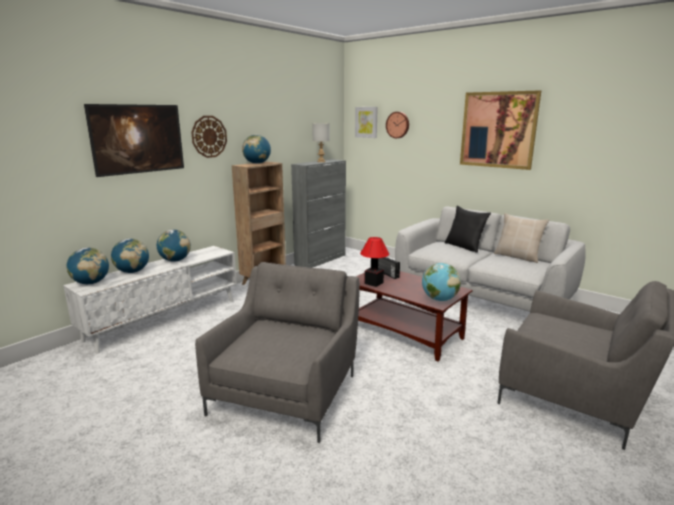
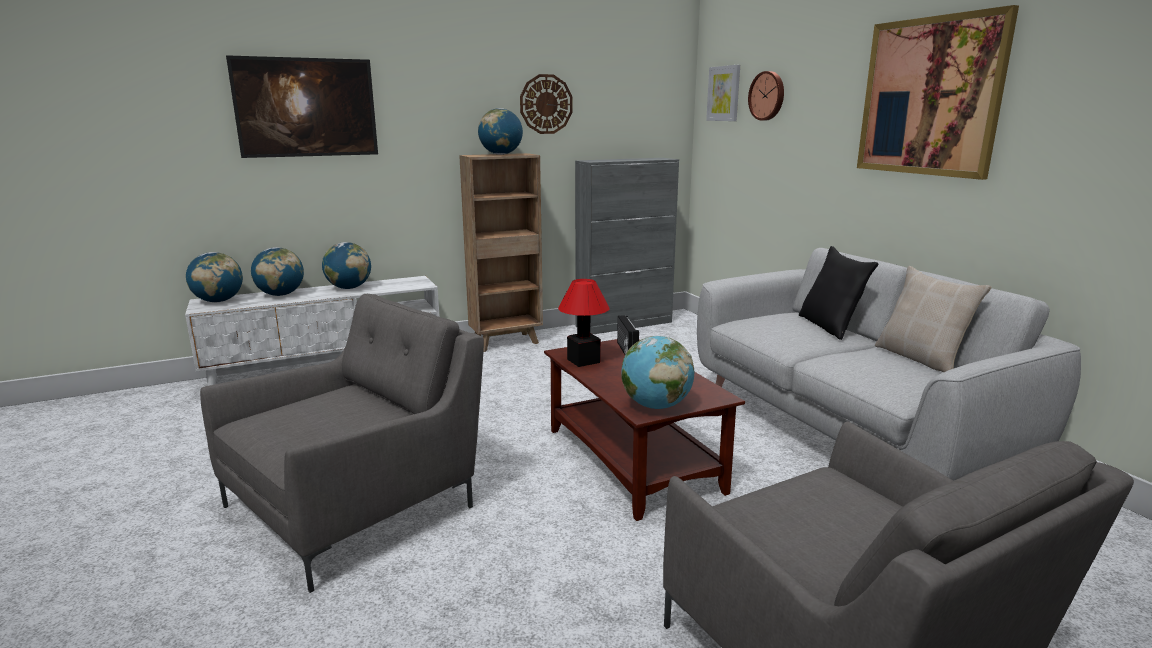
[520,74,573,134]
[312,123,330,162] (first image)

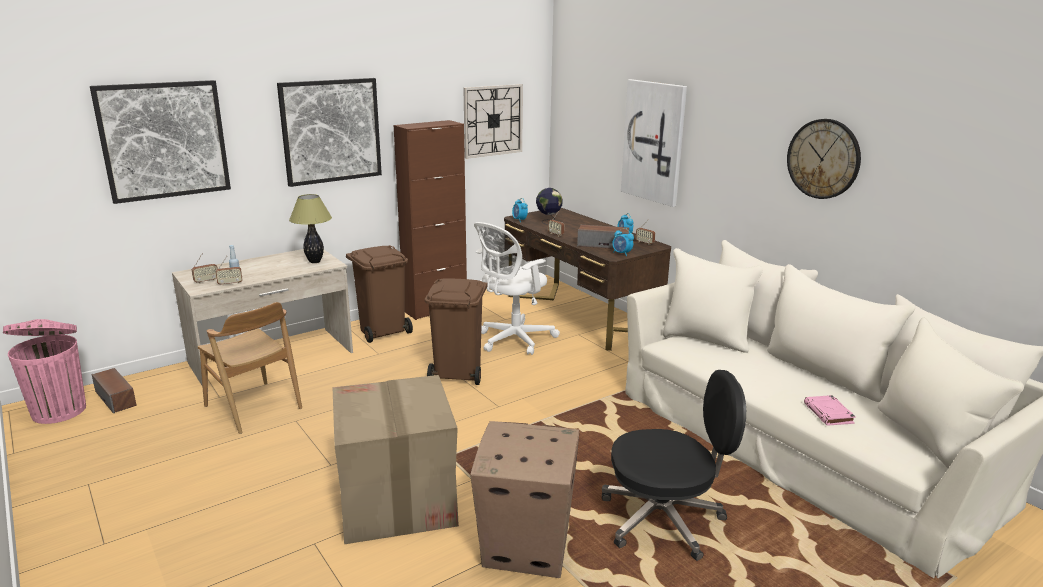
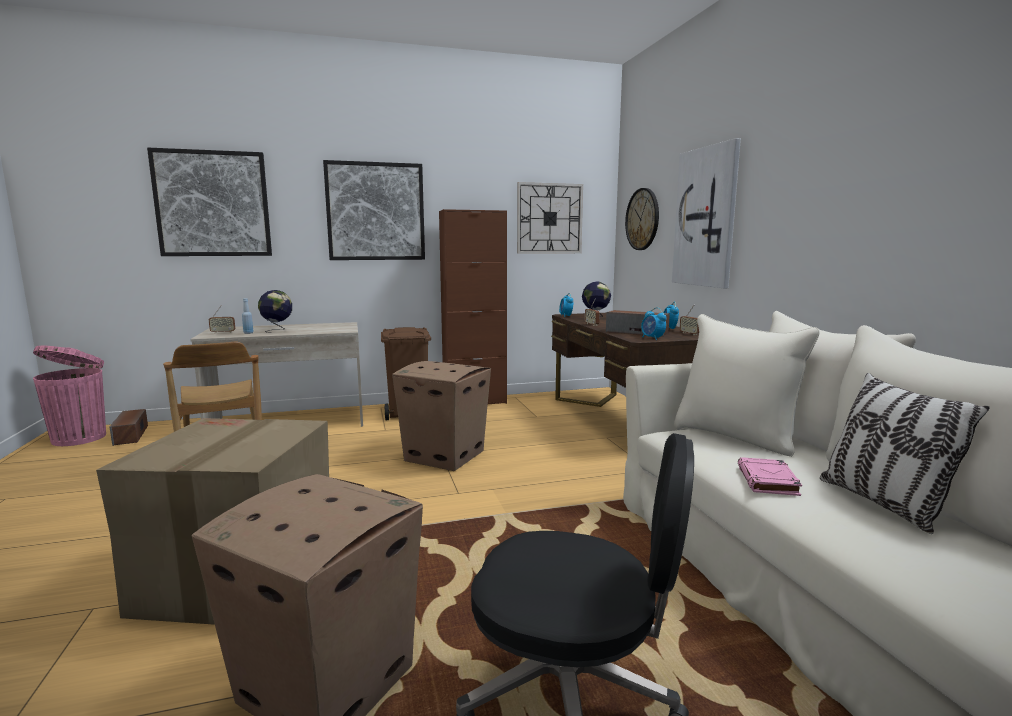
[258,290,292,333]
[392,361,491,471]
[625,188,659,250]
[738,457,802,496]
[820,373,990,534]
[216,256,242,286] (first image)
[289,194,332,263] (first image)
[474,222,560,355] (first image)

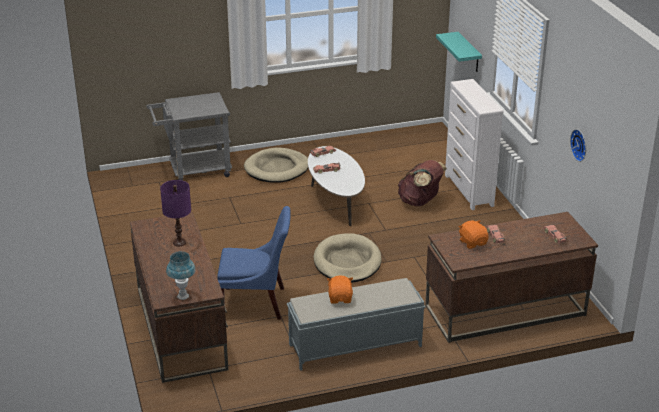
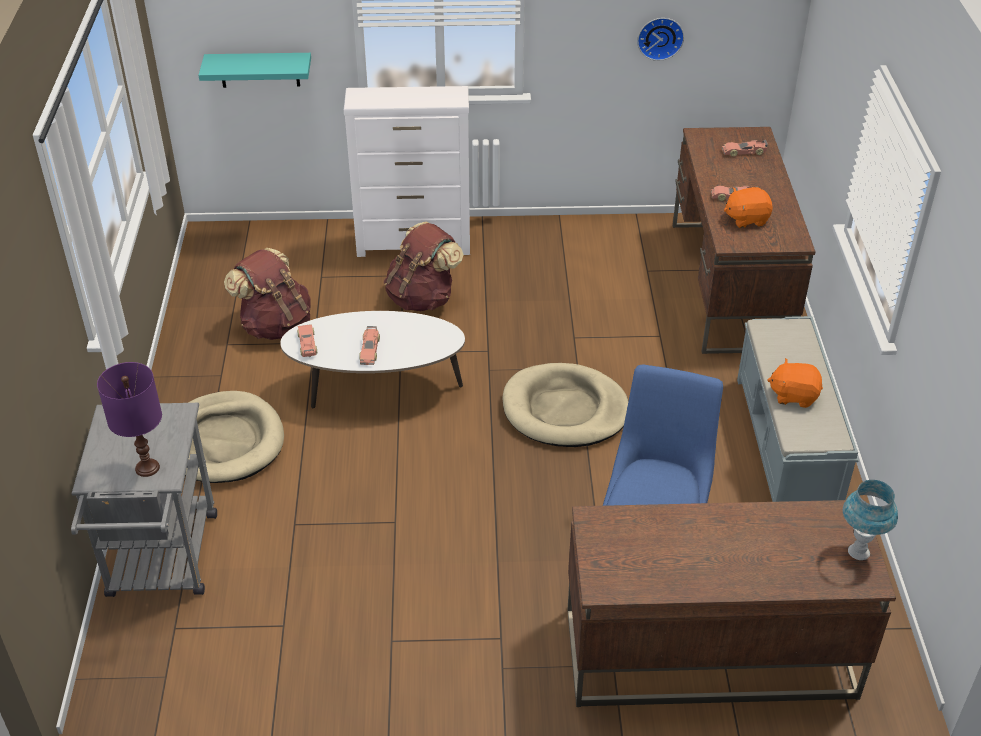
[97,362,162,477]
[224,248,311,340]

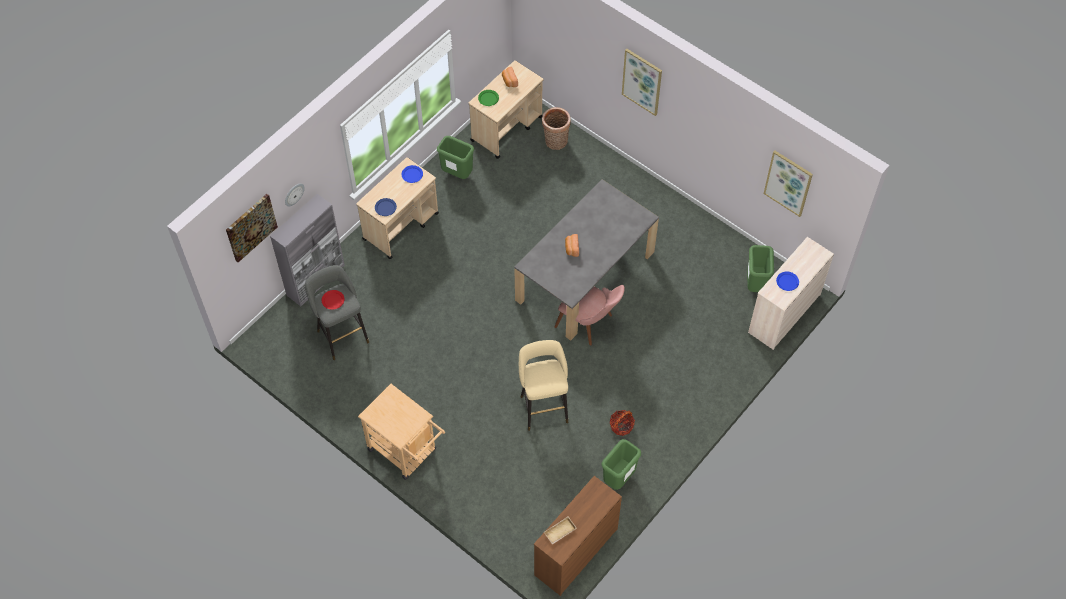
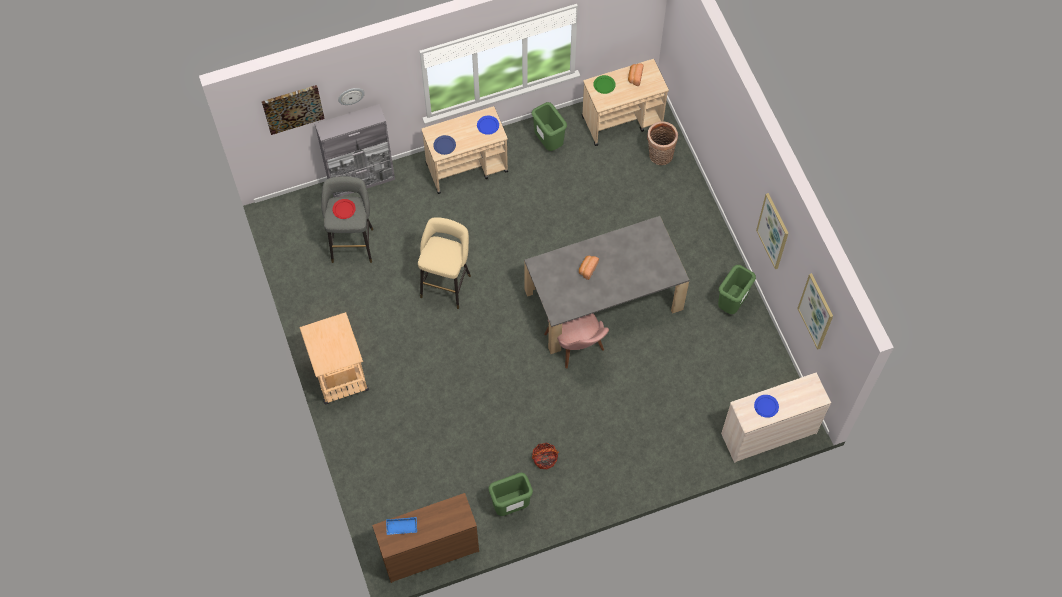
[386,517,417,535]
[418,217,471,309]
[718,265,756,314]
[756,193,788,269]

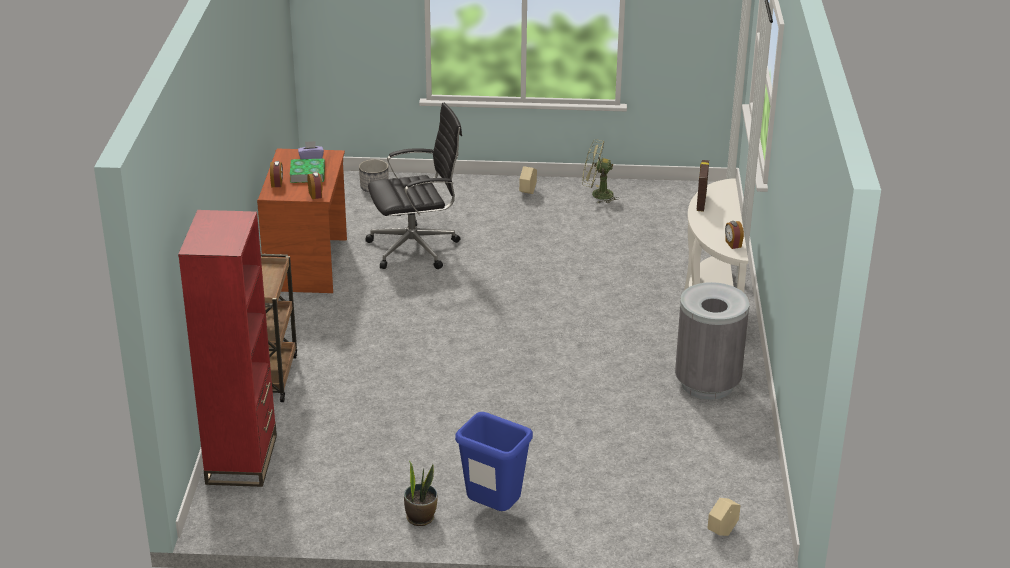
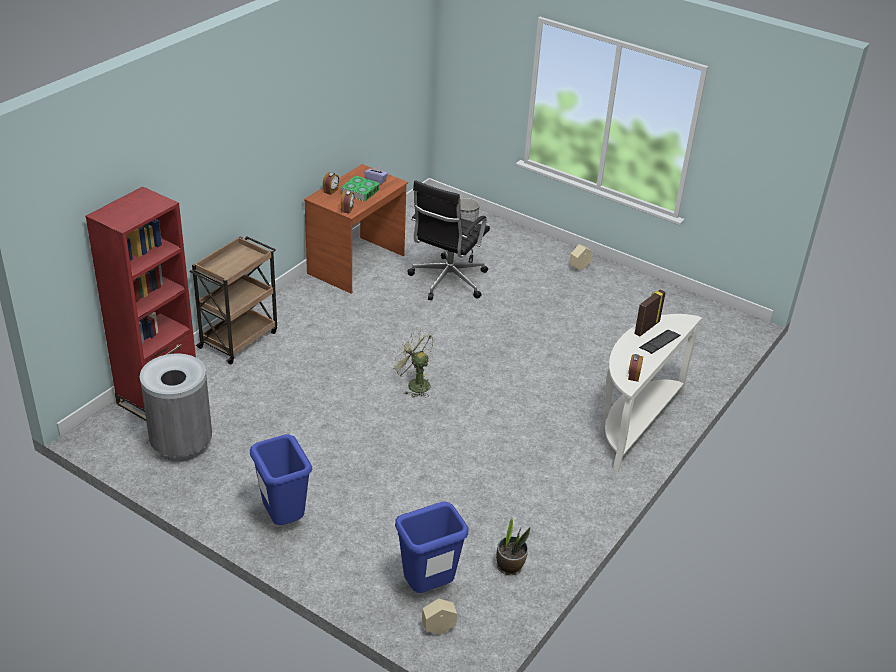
[140,353,212,462]
[391,330,434,398]
[395,501,468,593]
[407,180,490,300]
[496,516,531,575]
[639,330,680,354]

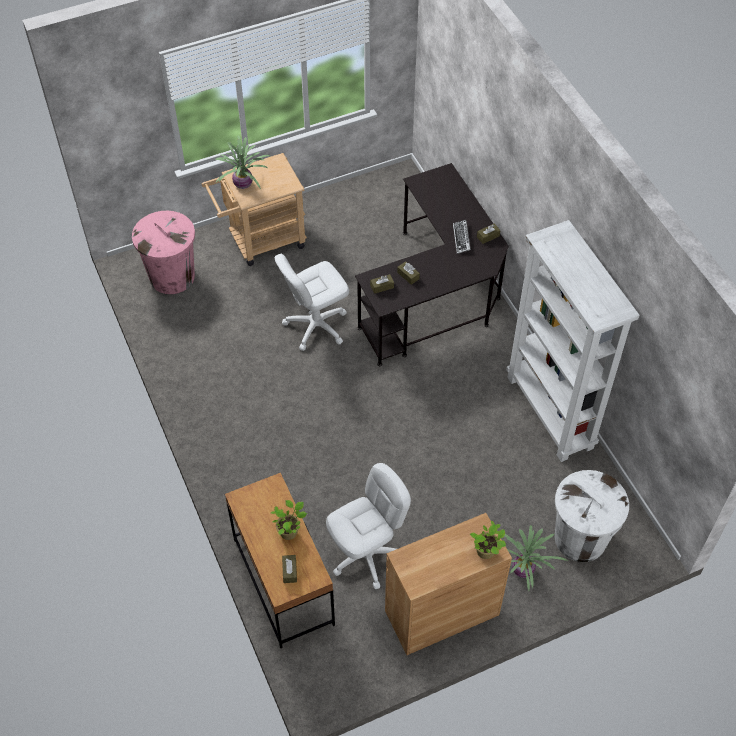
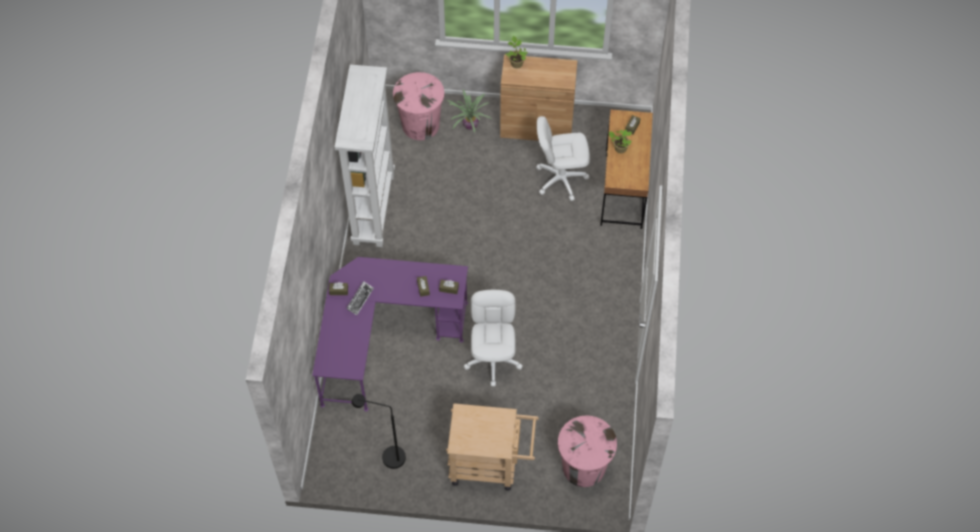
[312,257,468,412]
[352,394,406,469]
[393,72,444,140]
[464,290,523,386]
[216,135,270,189] (first image)

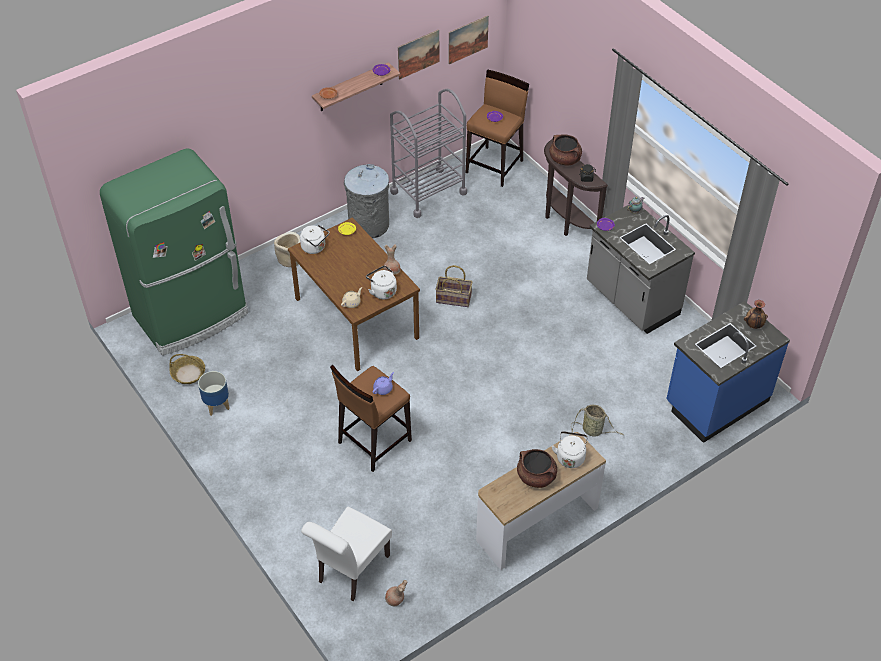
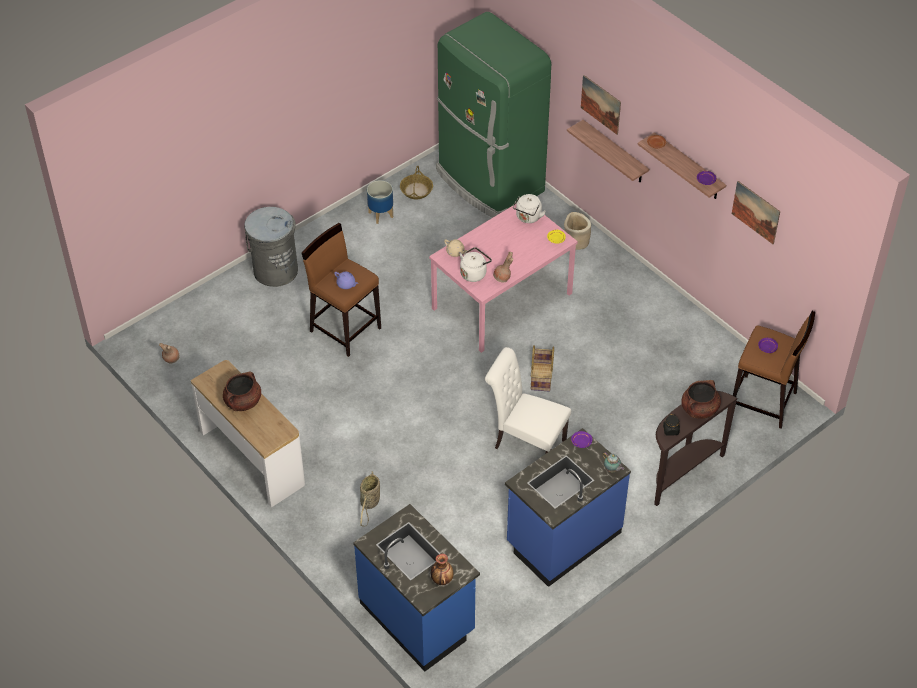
[244,207,298,287]
[429,203,578,353]
[485,347,571,453]
[505,428,631,587]
[567,120,649,183]
[581,75,621,135]
[390,89,467,218] (first image)
[551,431,588,468] (first image)

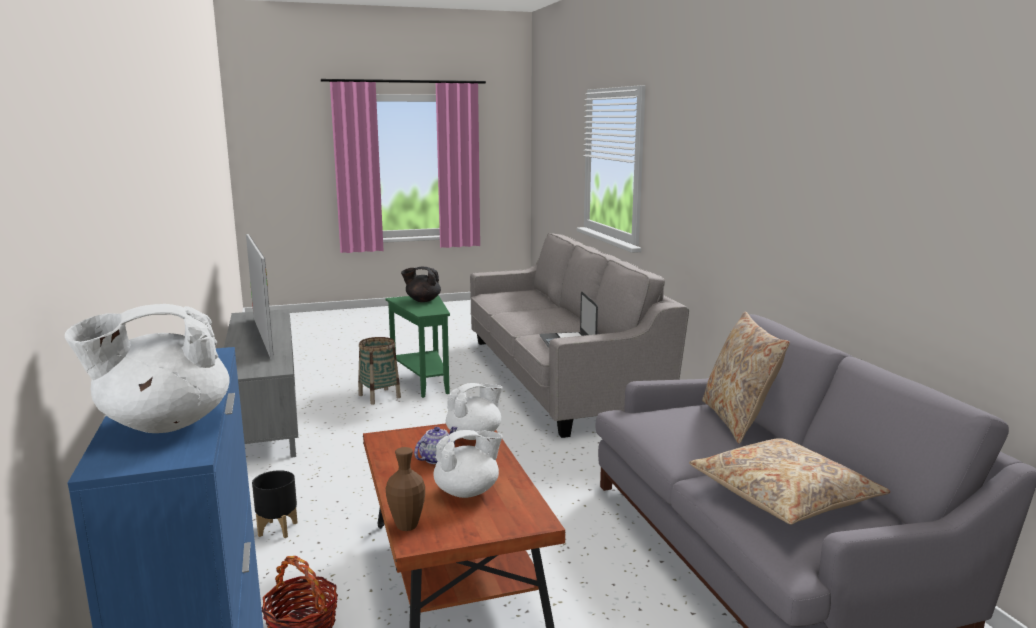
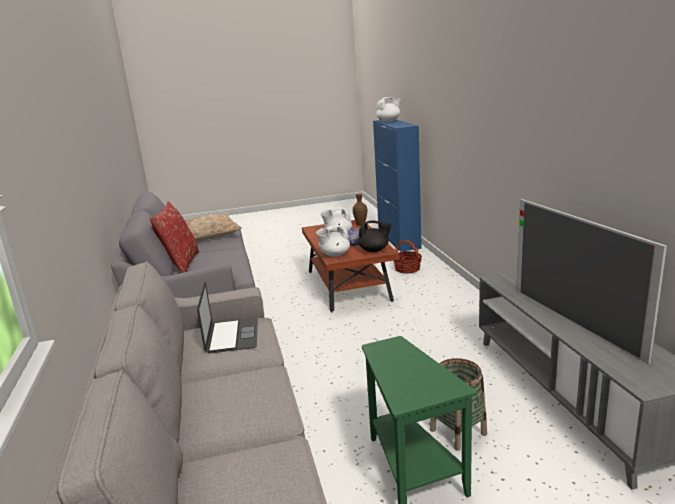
[150,201,199,273]
[358,220,391,252]
[252,470,298,538] (first image)

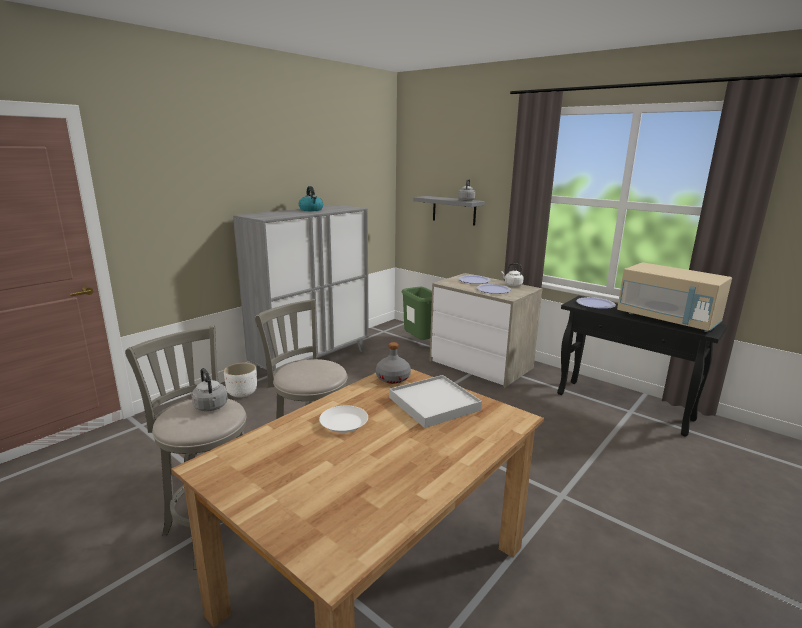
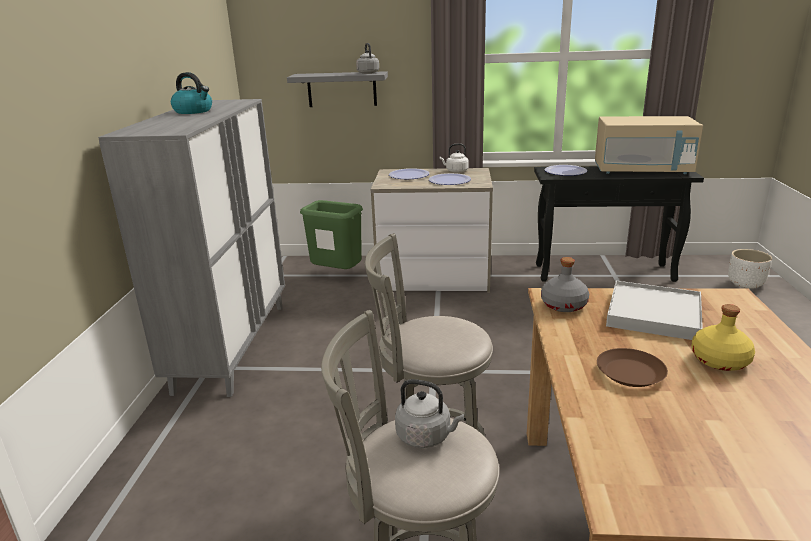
[597,348,668,387]
[691,304,755,371]
[728,249,772,289]

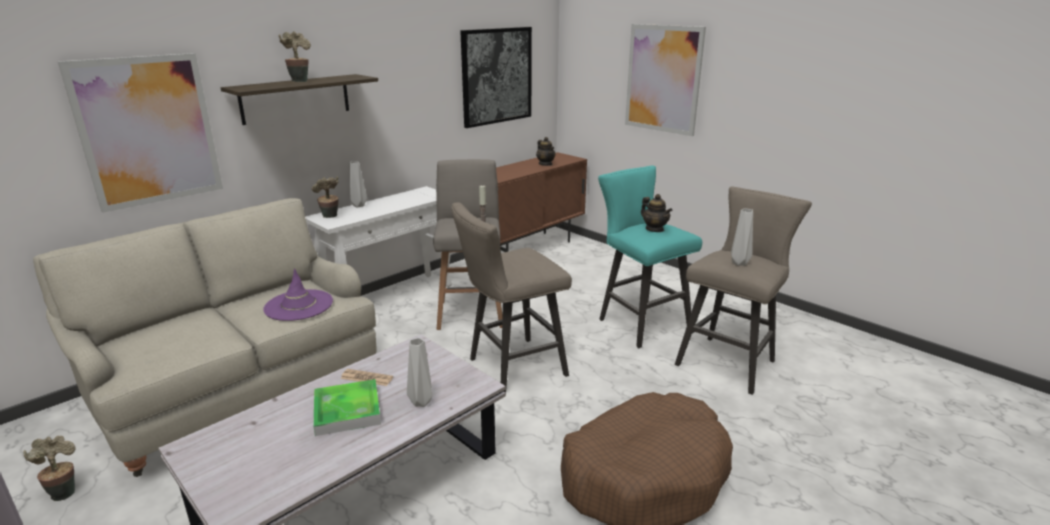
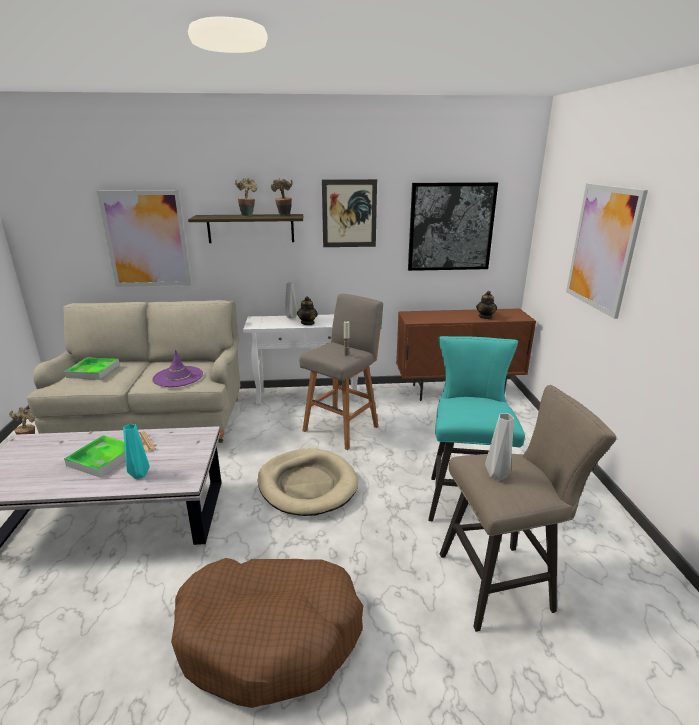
[65,357,120,380]
[123,424,150,479]
[257,448,358,516]
[271,178,293,215]
[297,296,318,325]
[322,179,377,247]

